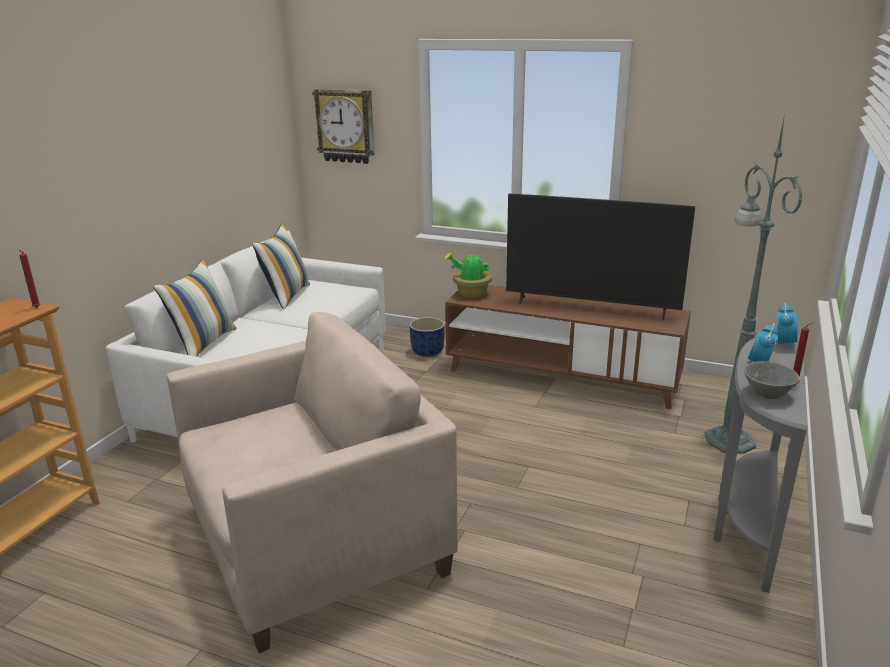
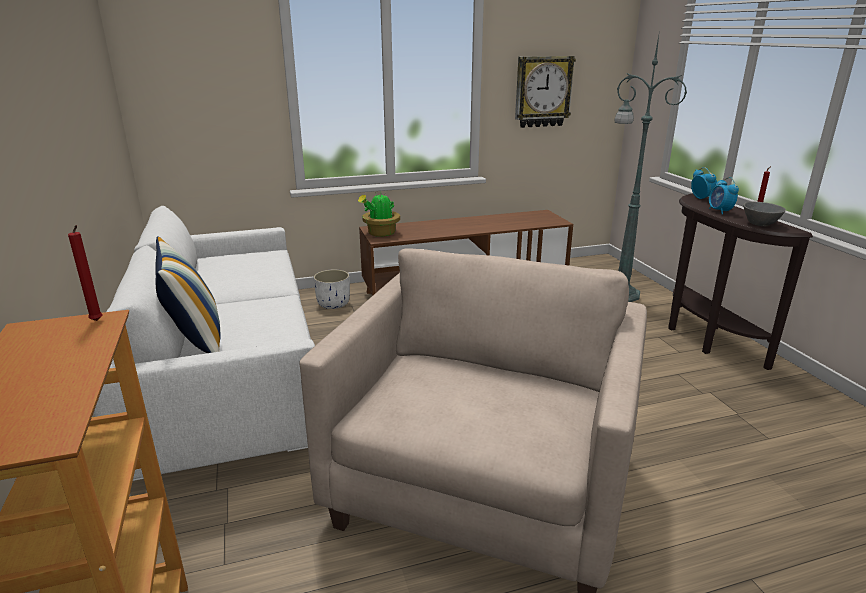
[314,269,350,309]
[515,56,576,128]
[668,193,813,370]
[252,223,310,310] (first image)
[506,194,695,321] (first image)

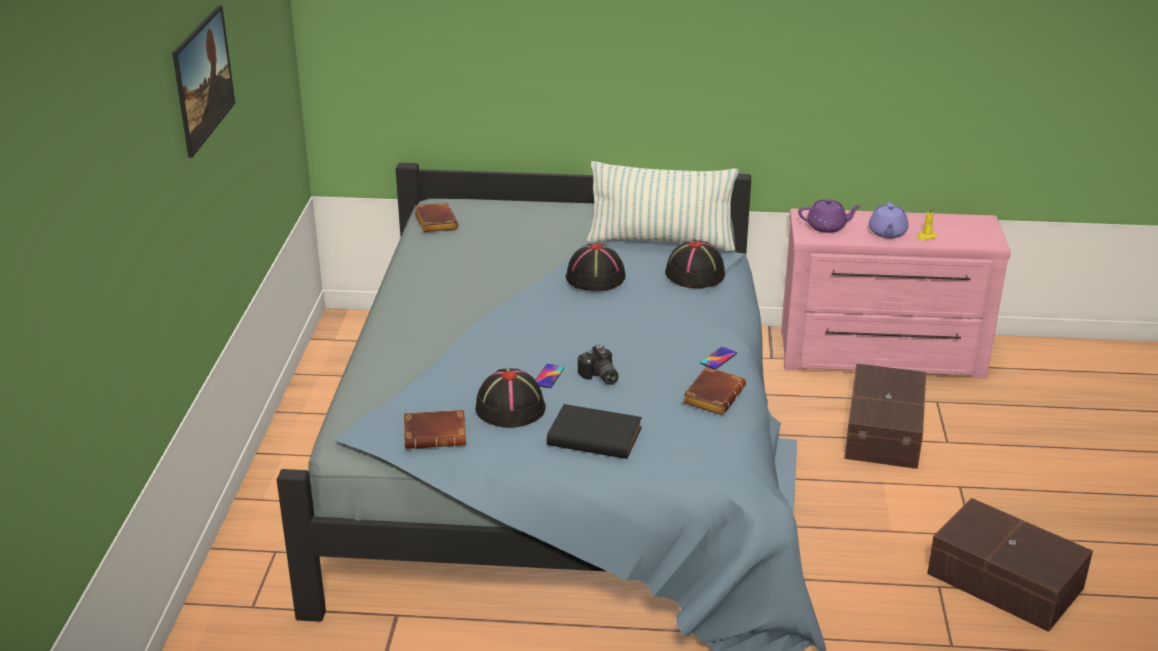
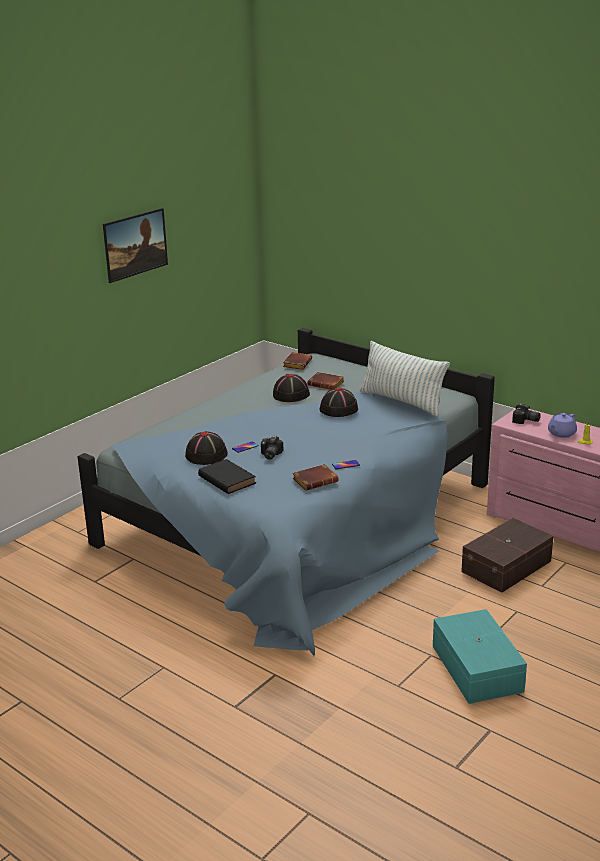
[273,374,310,402]
[307,372,344,390]
[433,609,527,704]
[512,404,541,424]

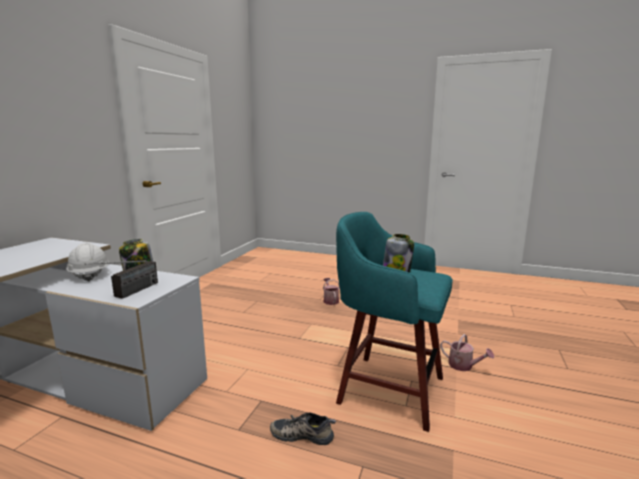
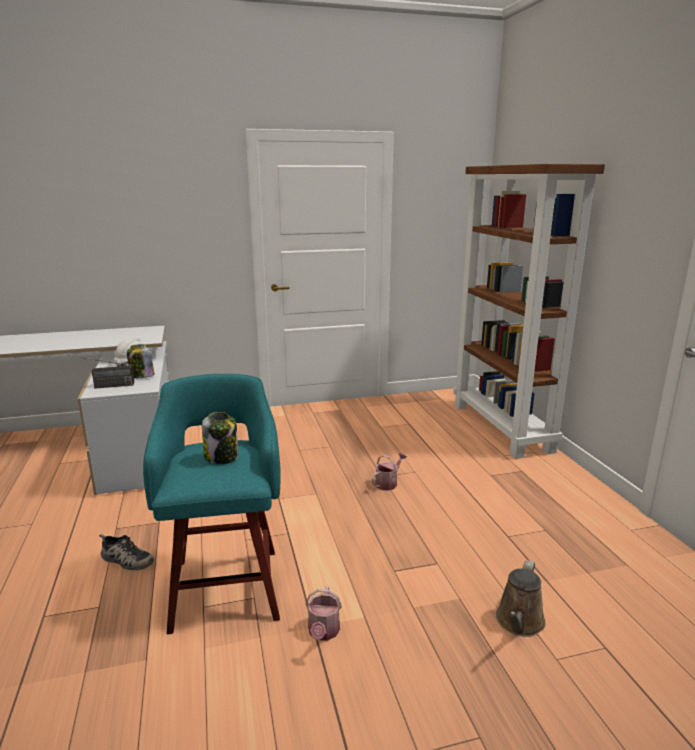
[99,534,154,570]
[453,164,605,459]
[496,560,546,637]

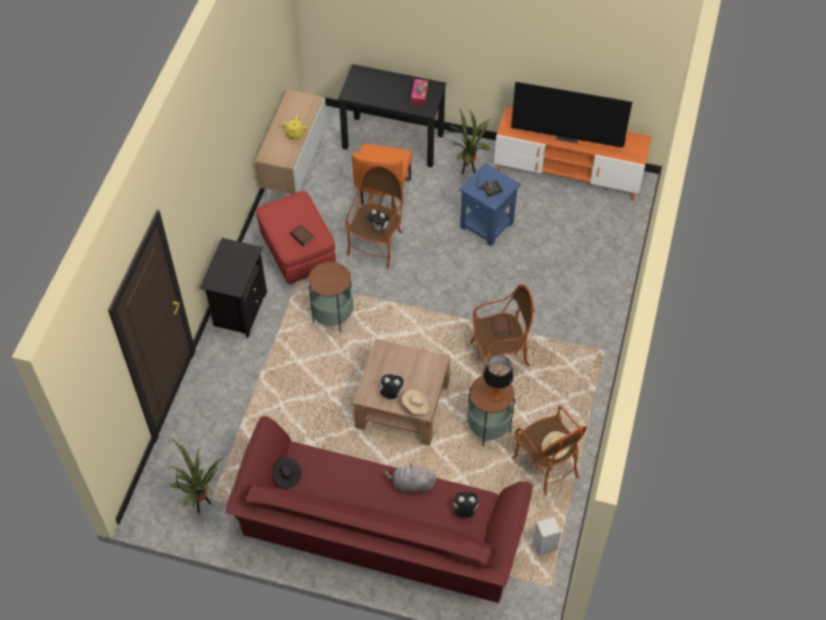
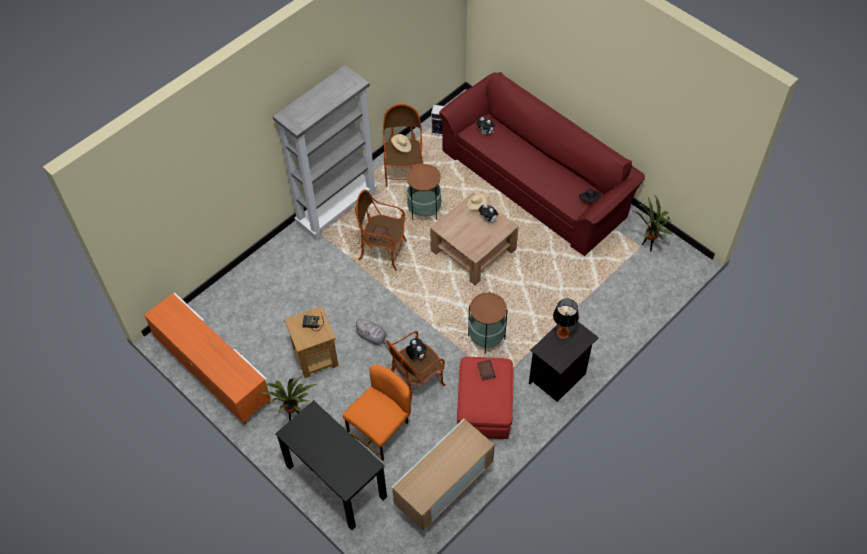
[273,65,377,241]
[284,306,338,378]
[354,319,388,348]
[553,299,579,339]
[282,116,308,140] (first image)
[411,79,428,105] (first image)
[511,82,632,148] (first image)

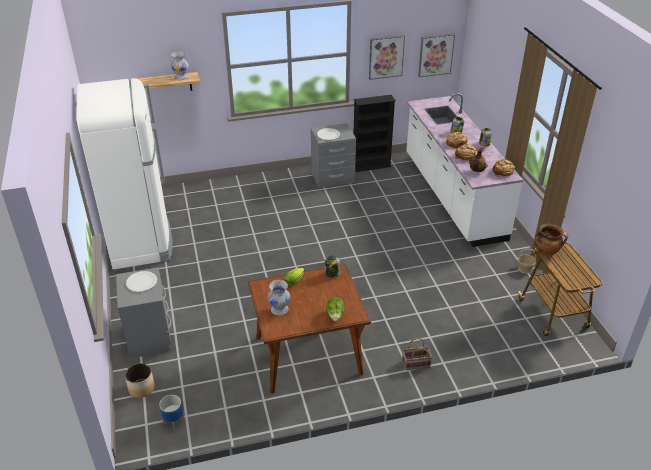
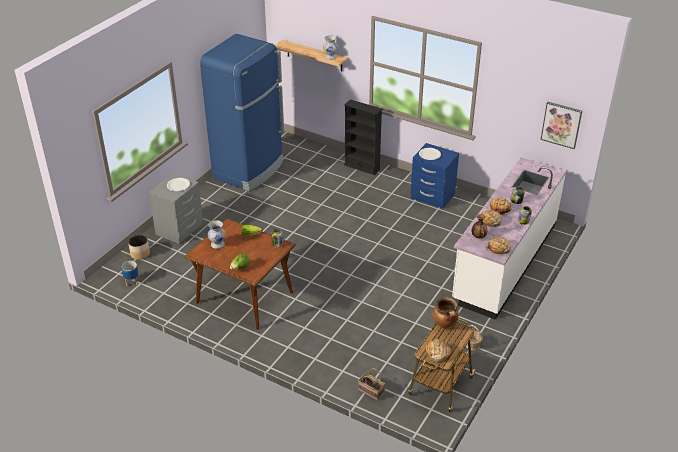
[200,34,284,191]
[344,99,382,175]
[358,368,385,401]
[411,143,459,209]
[425,339,452,363]
[369,35,405,80] (first image)

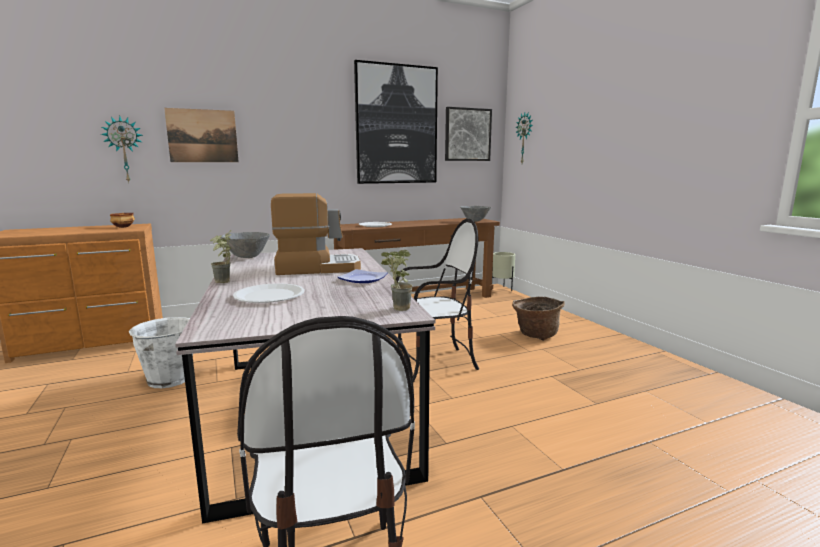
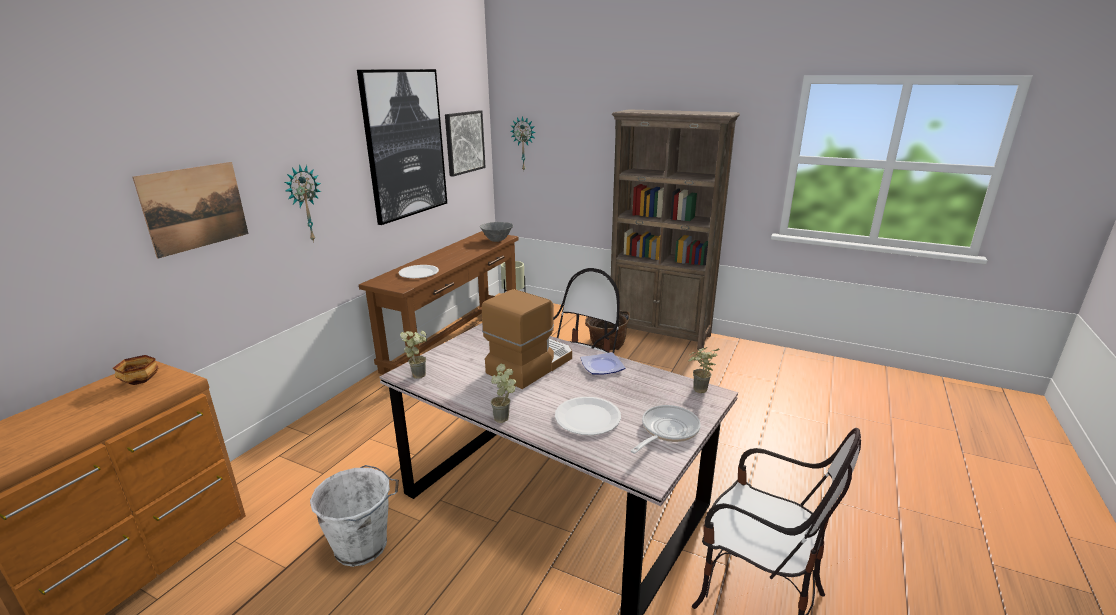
[285,164,321,243]
[400,331,427,379]
[611,109,740,350]
[631,405,701,454]

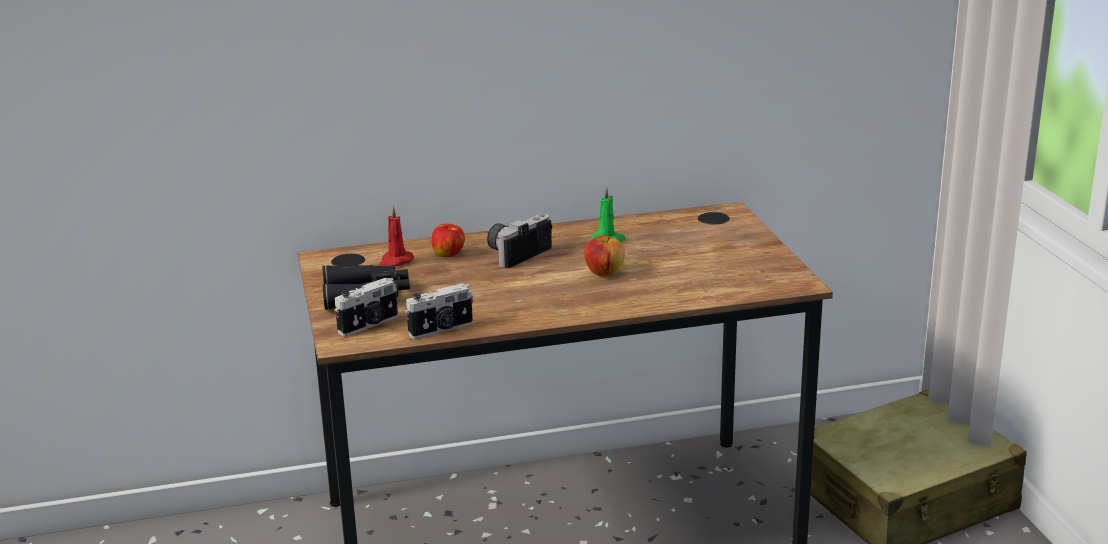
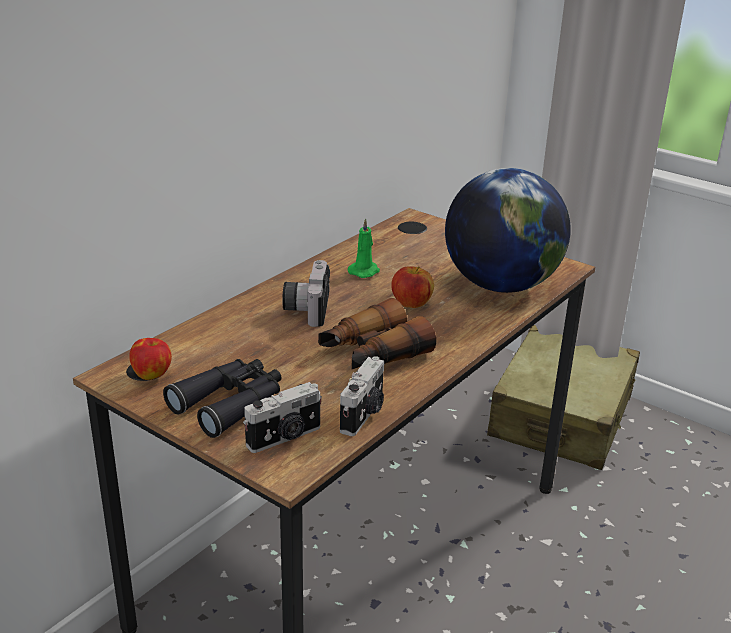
[129,338,172,380]
[243,382,322,453]
[318,298,436,370]
[445,168,571,293]
[379,206,414,266] (first image)

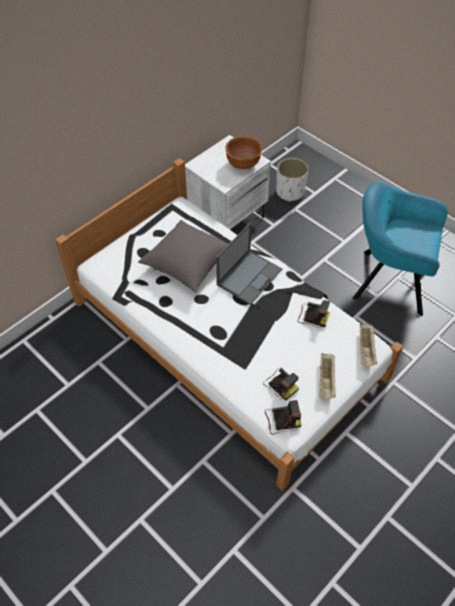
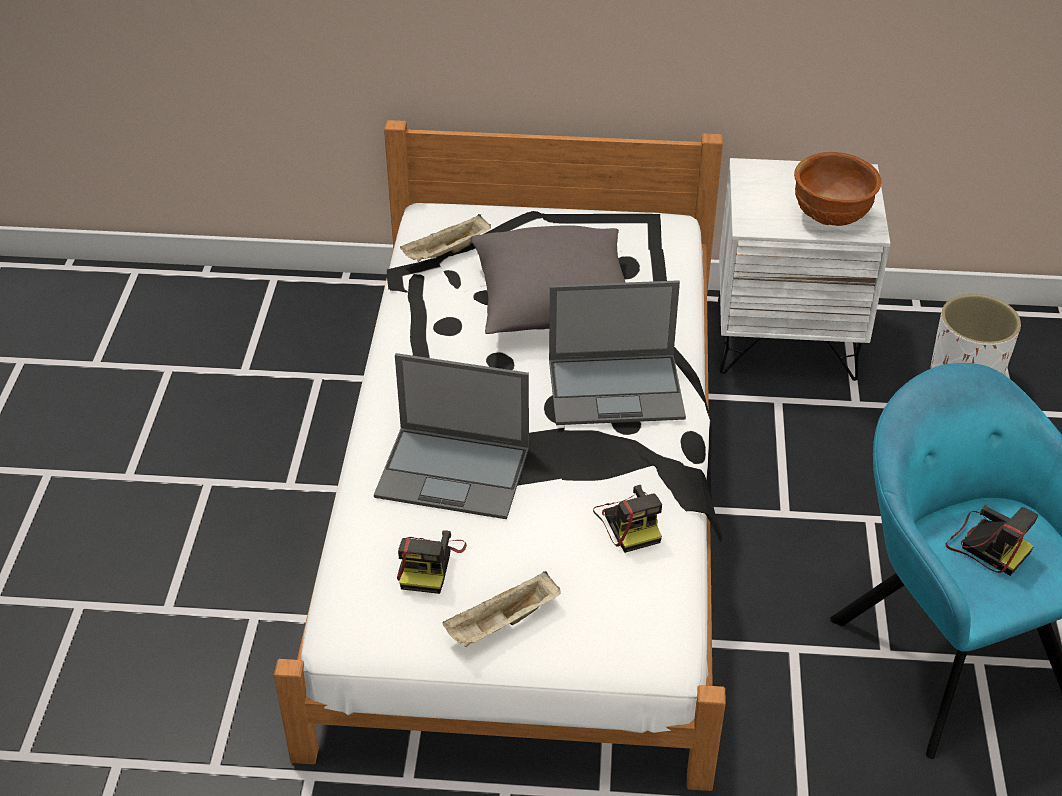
[374,353,529,519]
[400,214,491,262]
[945,505,1039,576]

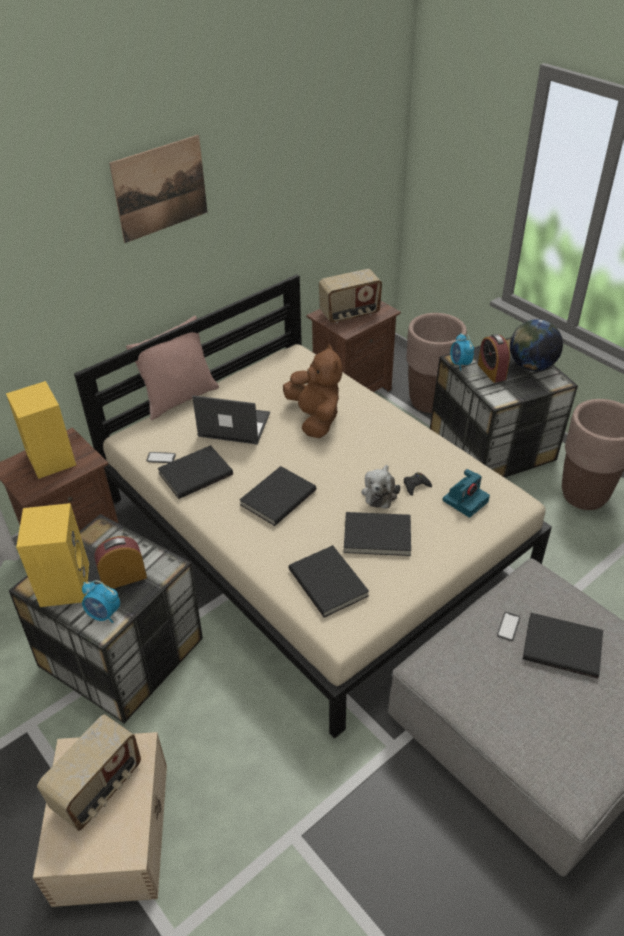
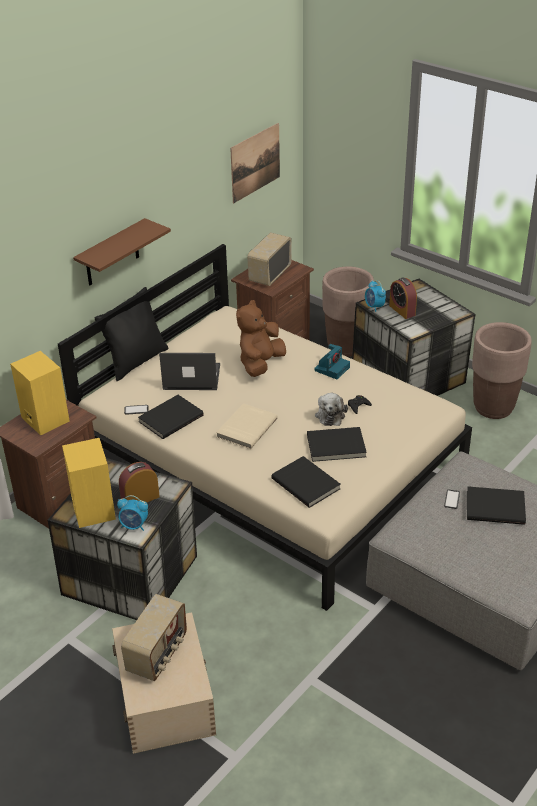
[73,218,171,285]
[94,287,169,382]
[216,403,278,449]
[230,123,280,203]
[236,300,286,377]
[247,232,292,286]
[314,344,350,380]
[510,319,563,371] (first image)

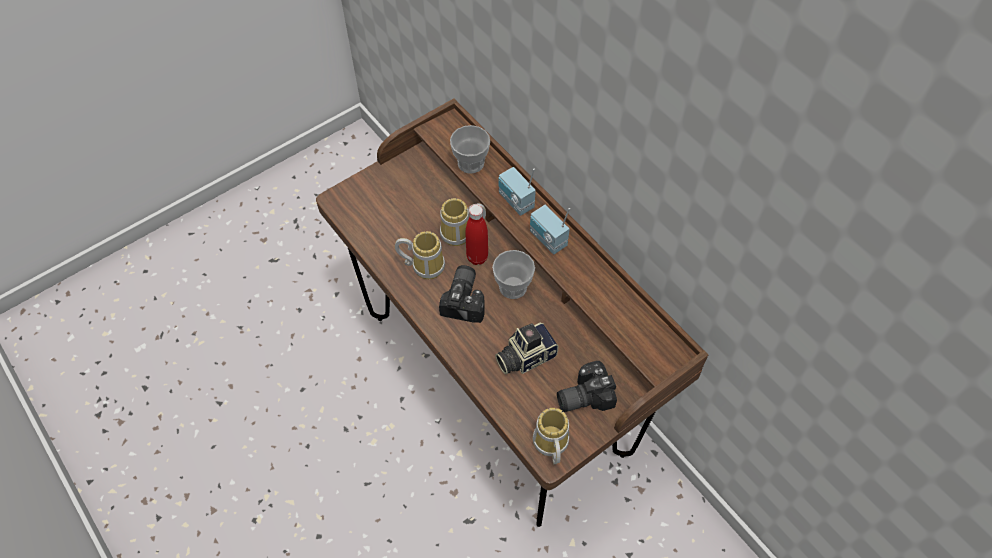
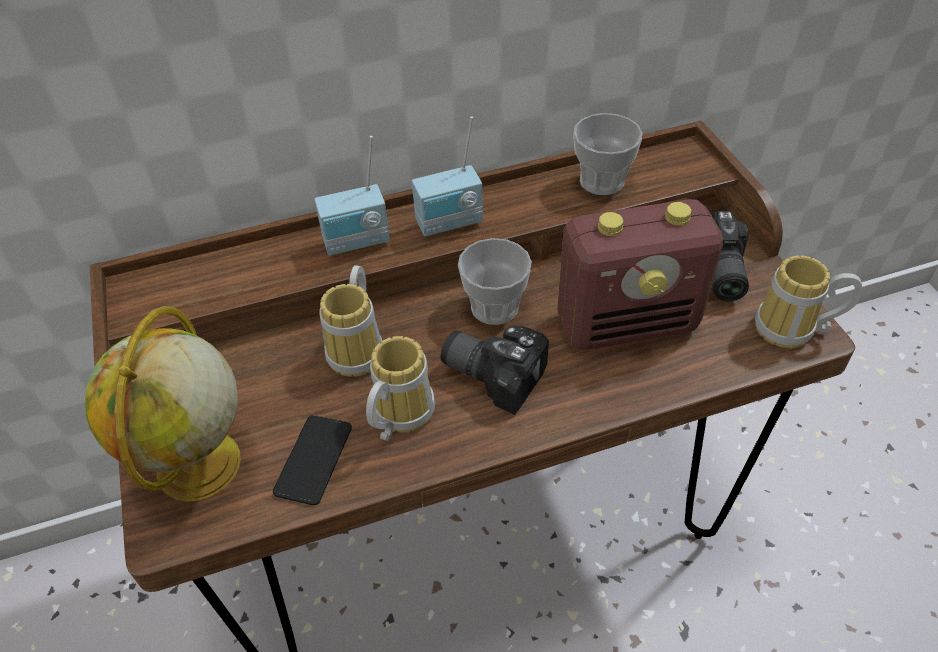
[85,306,241,501]
[273,415,352,505]
[558,199,723,350]
[573,113,642,195]
[466,205,488,265] (first image)

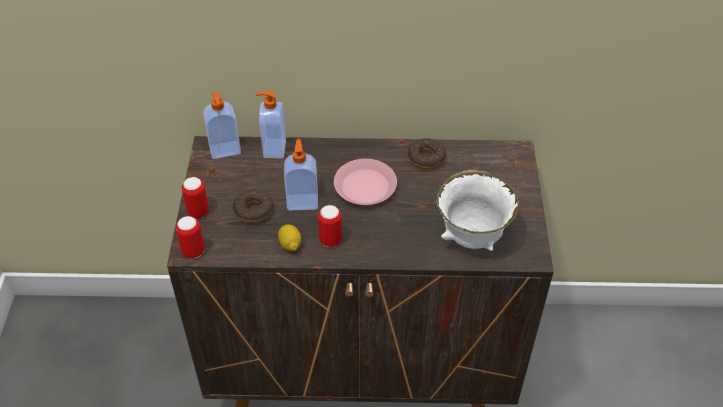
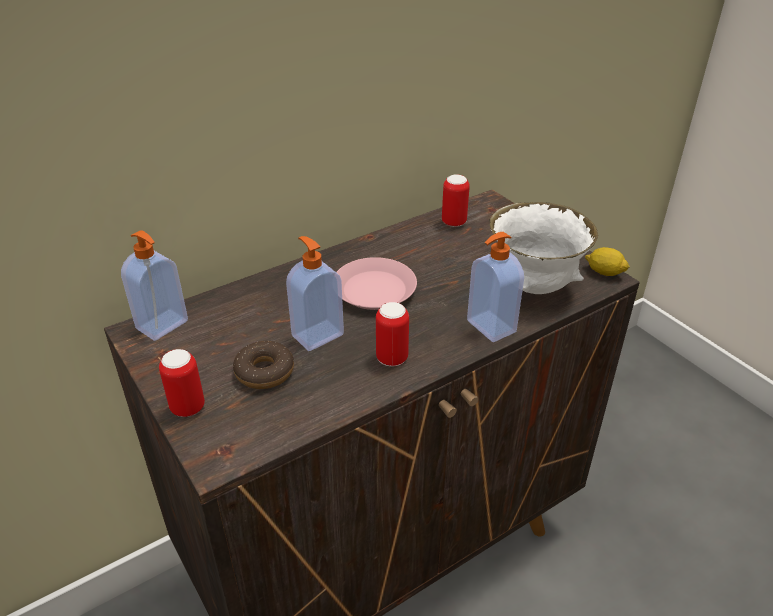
[442,174,470,227]
[467,232,524,342]
[585,247,630,276]
[408,138,446,170] (first image)

